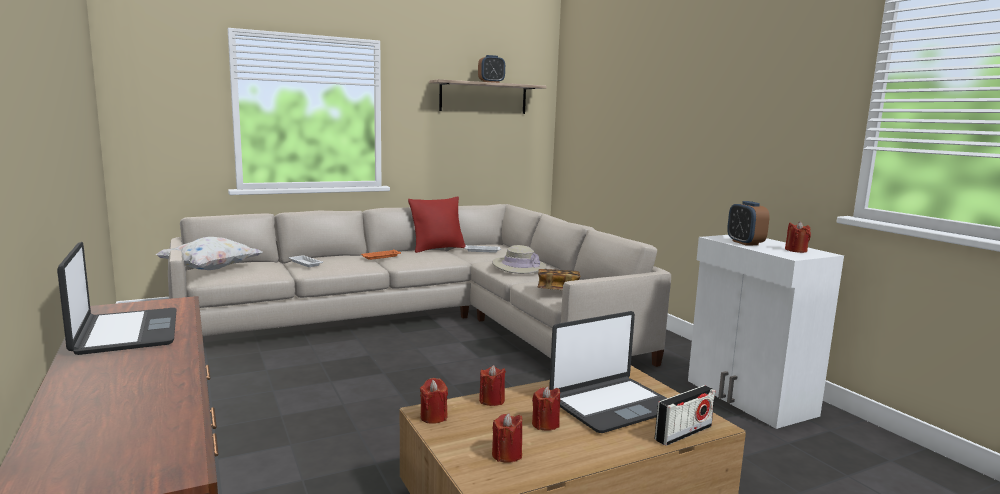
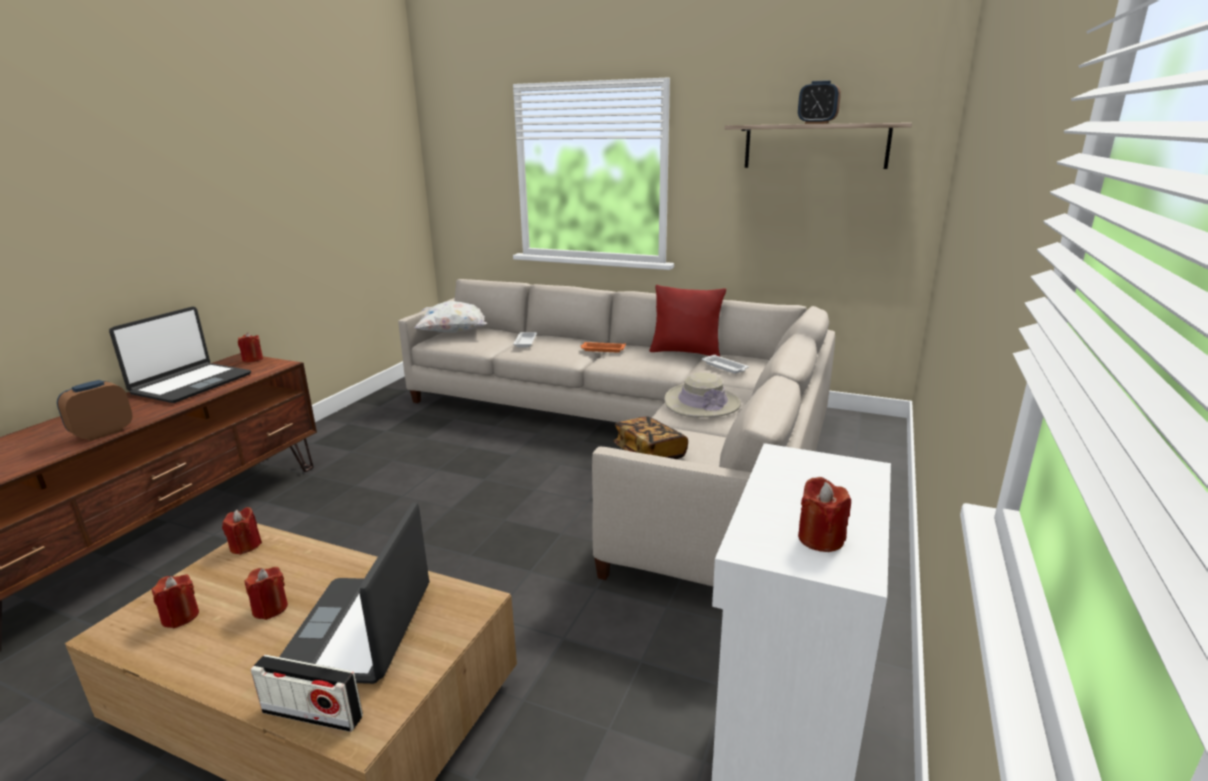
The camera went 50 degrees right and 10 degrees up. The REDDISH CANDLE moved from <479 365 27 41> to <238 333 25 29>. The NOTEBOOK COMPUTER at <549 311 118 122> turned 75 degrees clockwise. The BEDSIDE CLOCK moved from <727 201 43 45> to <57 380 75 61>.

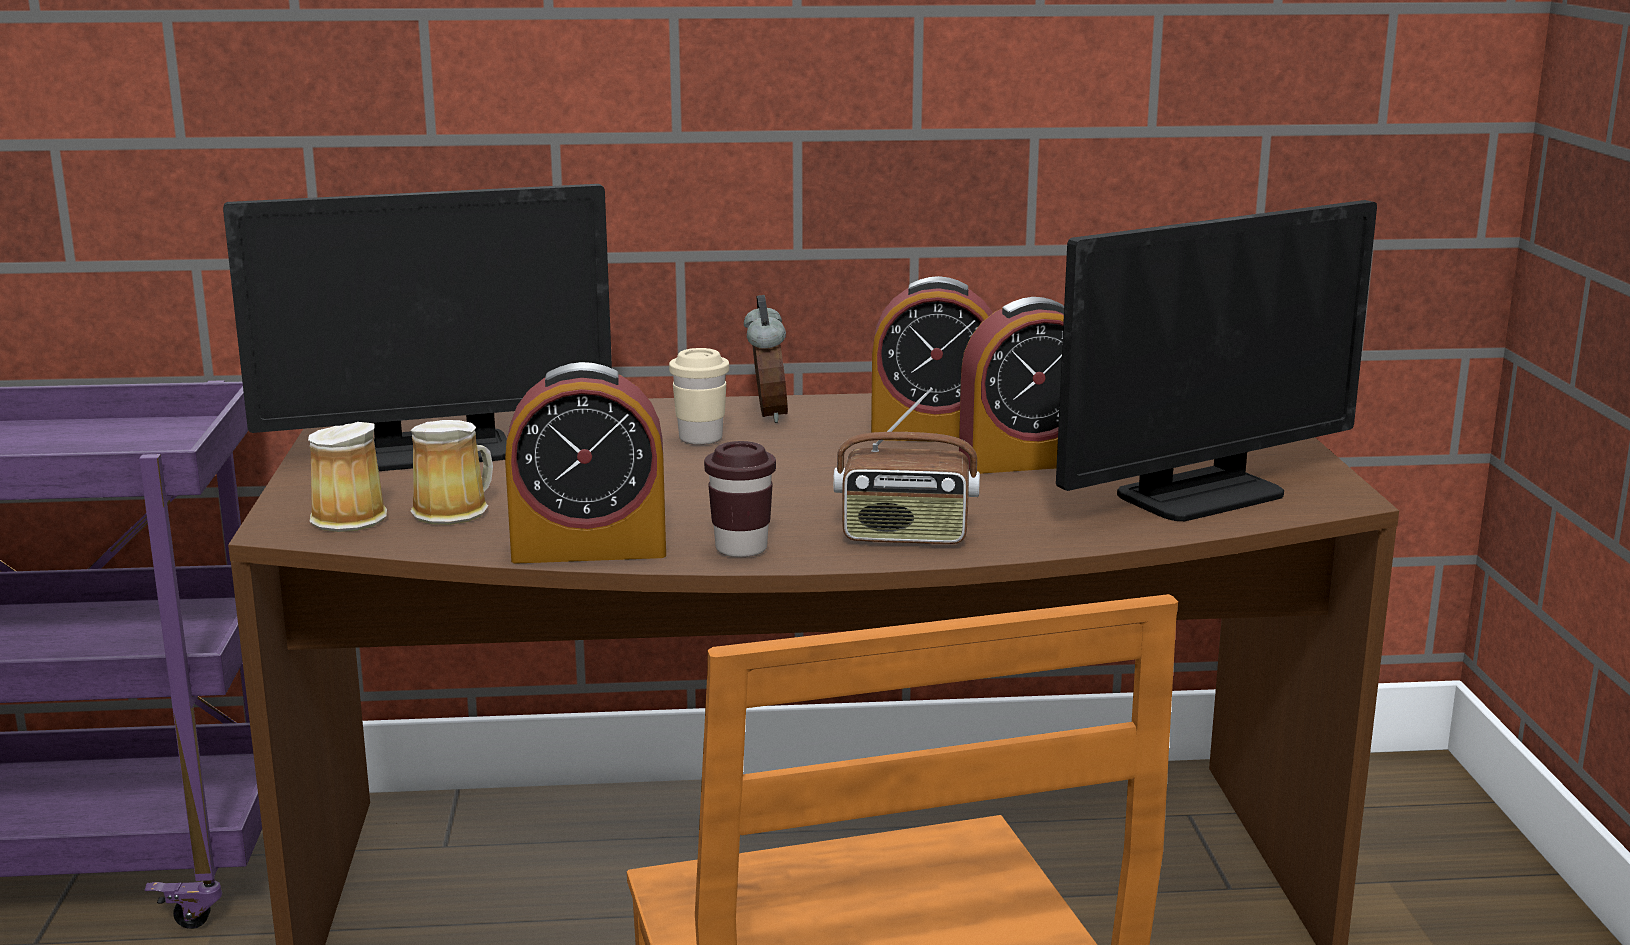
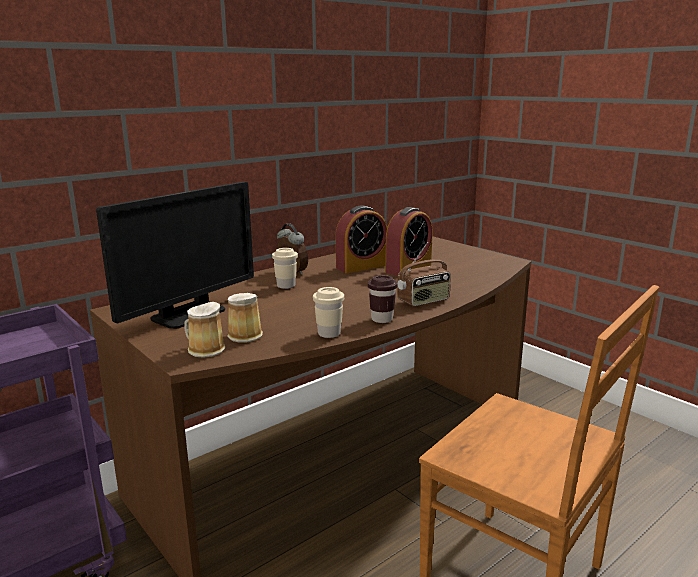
The camera went 35 degrees left and 0 degrees up. The BEDSIDE CLOCK at <505 362 161 202> was replaced by the BEIGE-COLOURED CUP at <313 287 31 51>. The COMPUTER DISPLAY at <1056 200 321 321> disappeared.

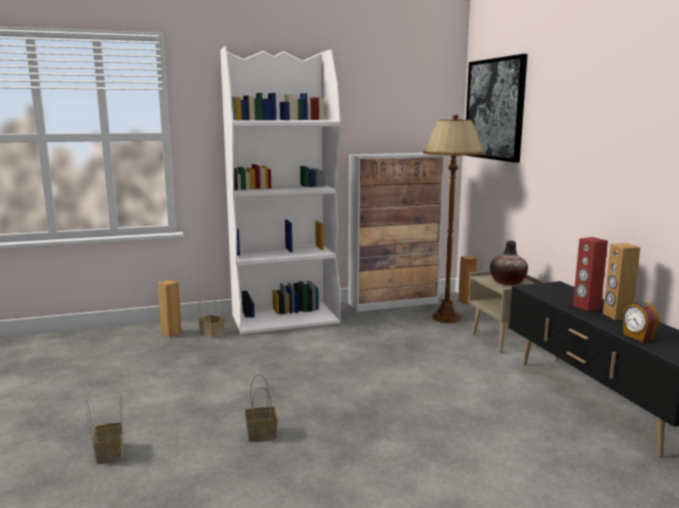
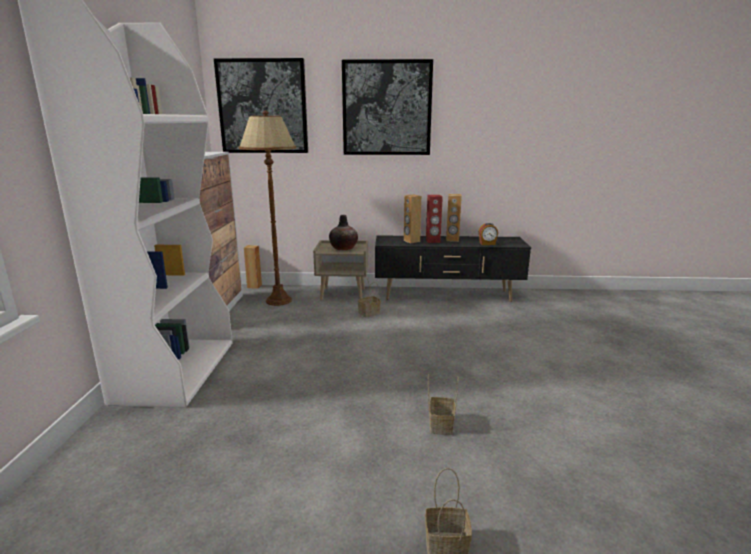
The camera went 70 degrees left and 5 degrees up. The BROWN LOUDSPEAKER moved from <158 280 24 57> to <404 194 17 49>. The STORAGE BASKET moved from <199 293 26 45> to <357 277 24 40>. The WALL ART at <342 59 91 96> appeared.

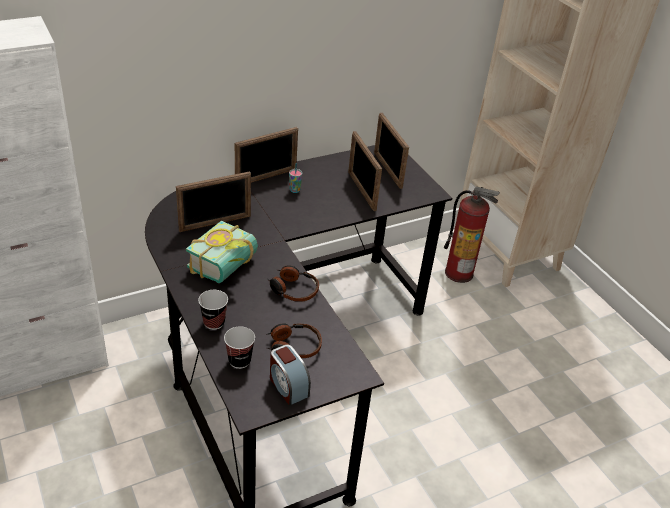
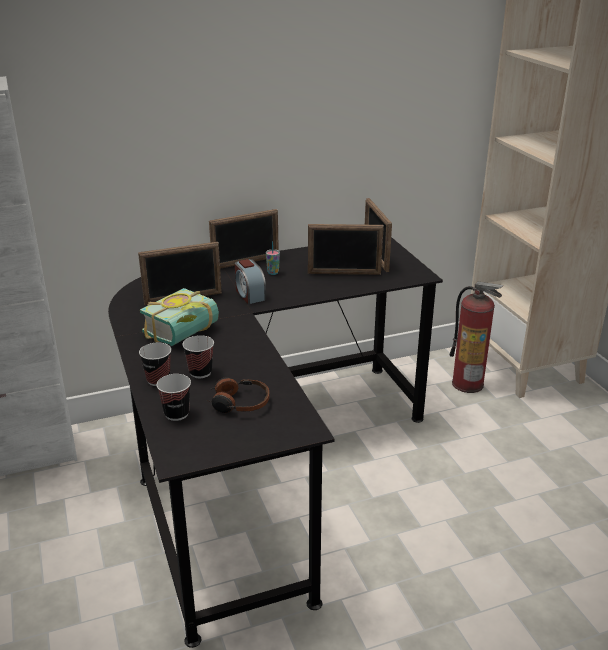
The camera went 10 degrees right and 10 degrees down. The PAIR OF HEADPHONES at <268 265 51 37> disappeared. The BEDSIDE CLOCK moved from <270 345 41 61> to <235 259 31 45>. The STANDING FRAME at <348 131 34 80> turned 75 degrees counterclockwise. The CUP at <183 335 31 43> appeared.

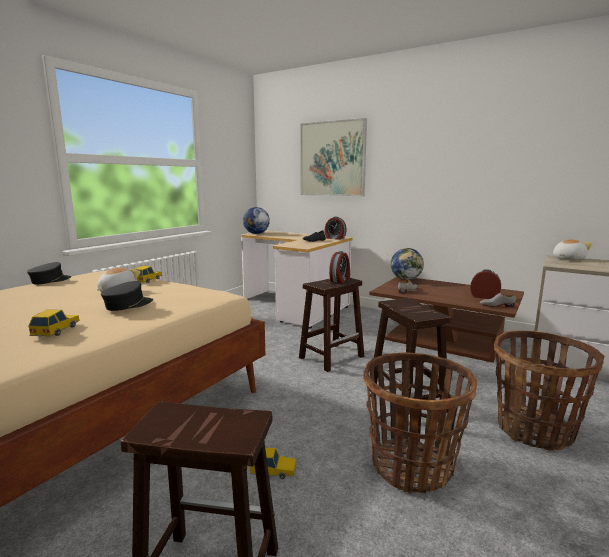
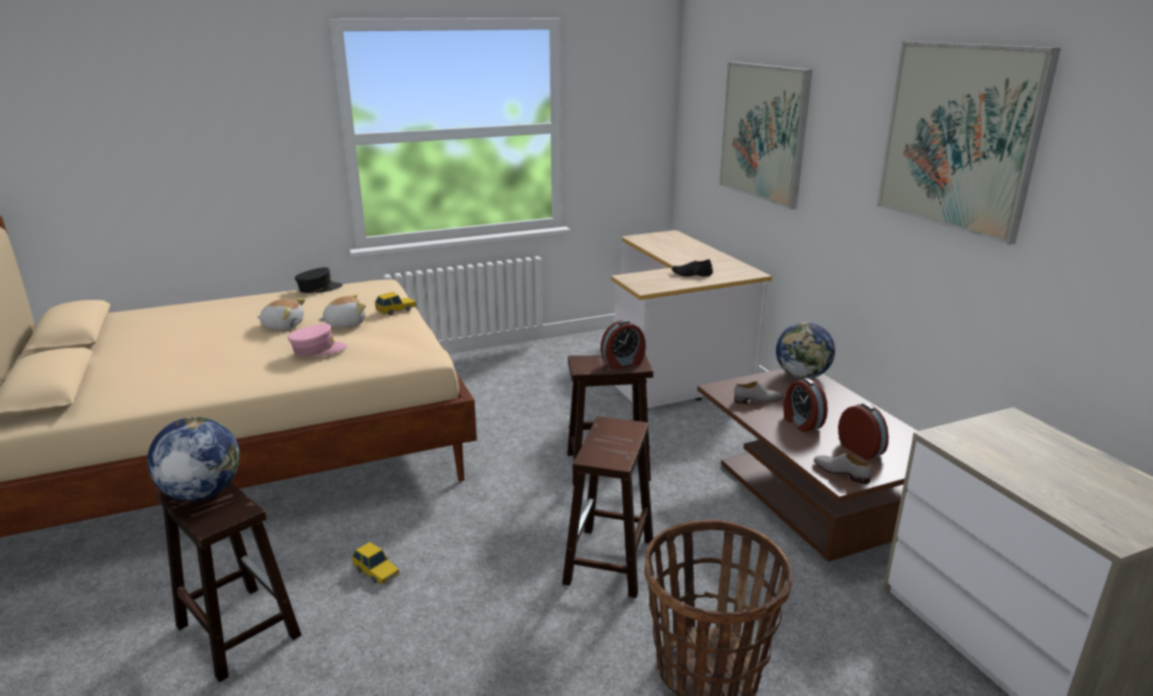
The camera went 35 degrees right and 10 degrees up. The MINIATURE CAR at <28 309 52 28> disappeared. The BLACKISH CAP at <101 281 52 30> became the PINK-COLOURED CAP at <288 324 60 32>. The GLOBE moved from <243 207 27 27> to <147 417 93 84>. The BEDSIDE CLOCK moved from <325 217 21 23> to <783 378 45 54>. The STORAGE BASKET at <363 352 114 142> disappeared. The CUDDLY TOY moved from <553 240 39 20> to <257 298 49 32>. The WALL ART at <877 41 184 204> appeared.

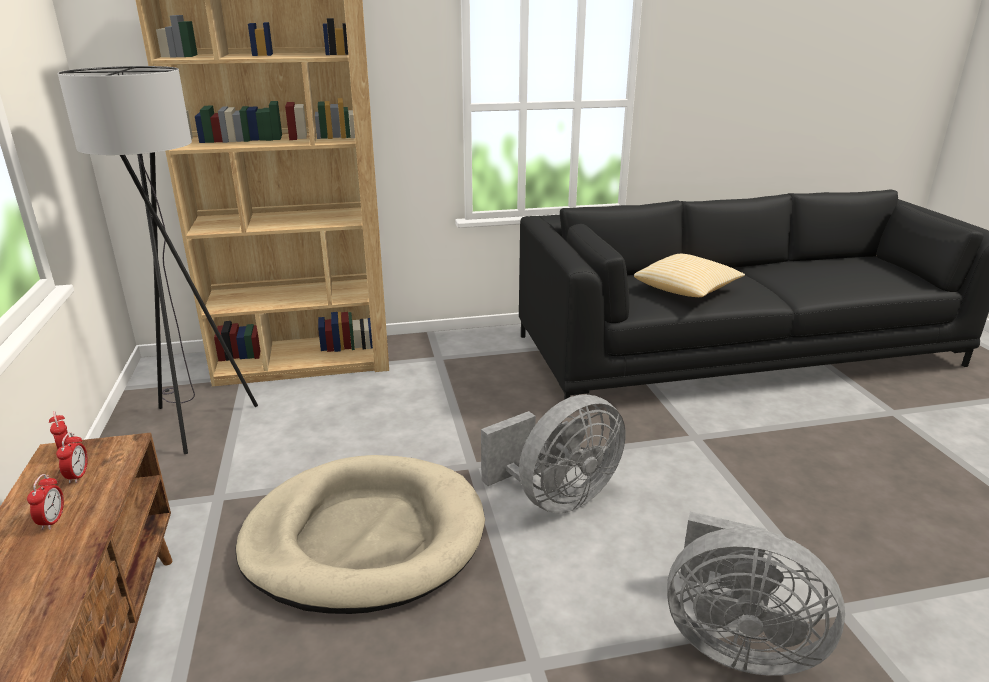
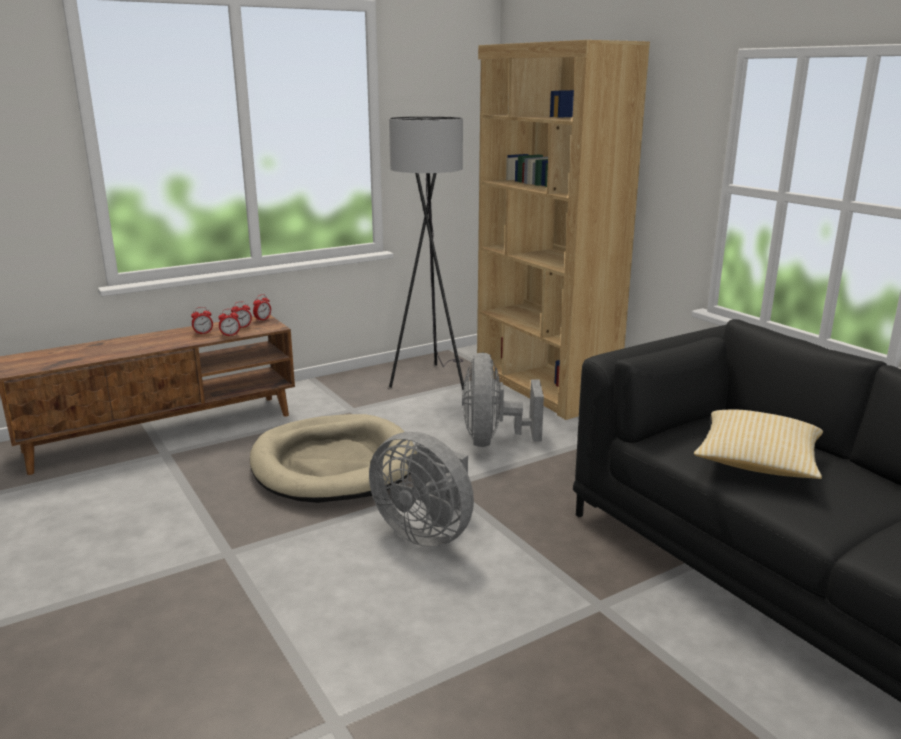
The camera went 70 degrees right and 5 degrees down. The GREY FAN moved from <667 512 178 164> to <462 353 82 94>. The BEDSIDE CLOCK at <218 309 22 28> appeared.

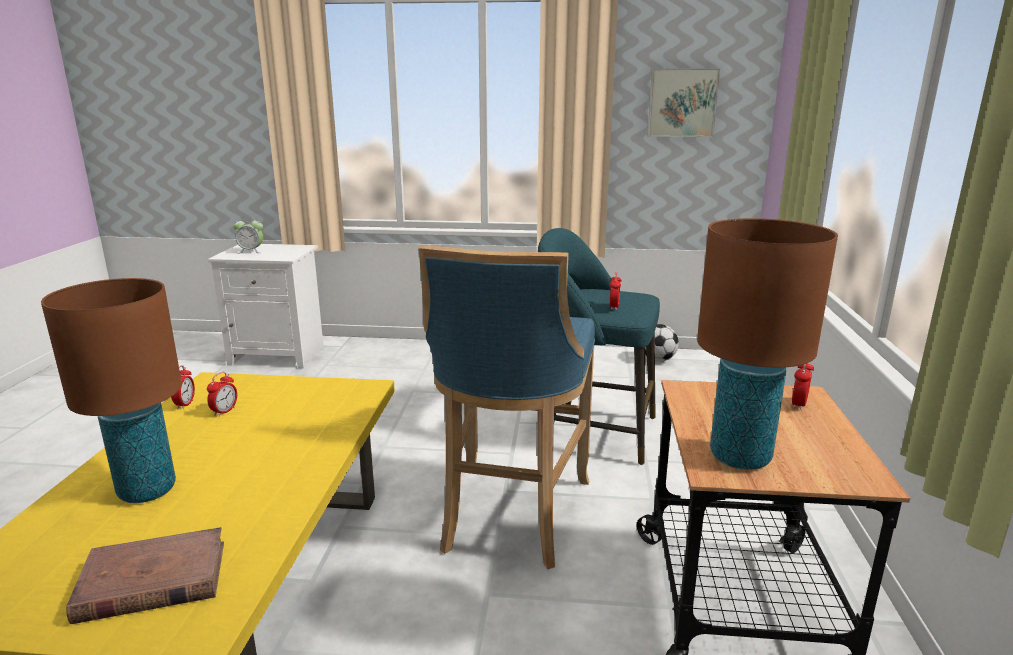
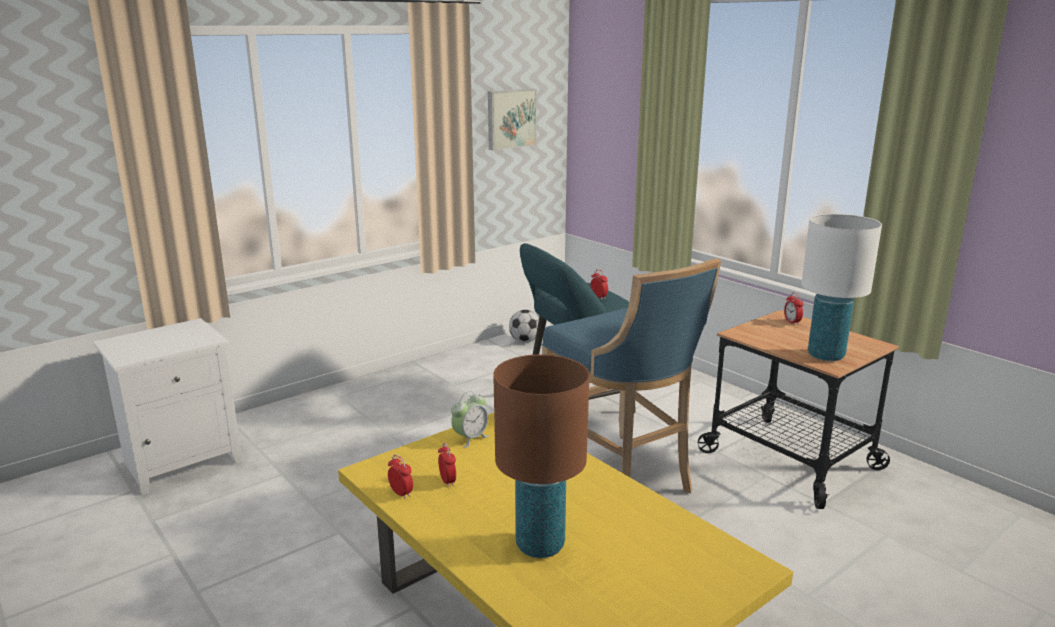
The camera went 45 degrees left and 0 degrees up. The BROWN BOOK at <66 527 158 97> disappeared. The BEDSIDE CLOCK moved from <233 216 30 37> to <451 391 38 57>. The BROWN TABLE LAMP at <697 218 141 252> became the WHITISH TABLE LAMP at <802 214 80 147>.

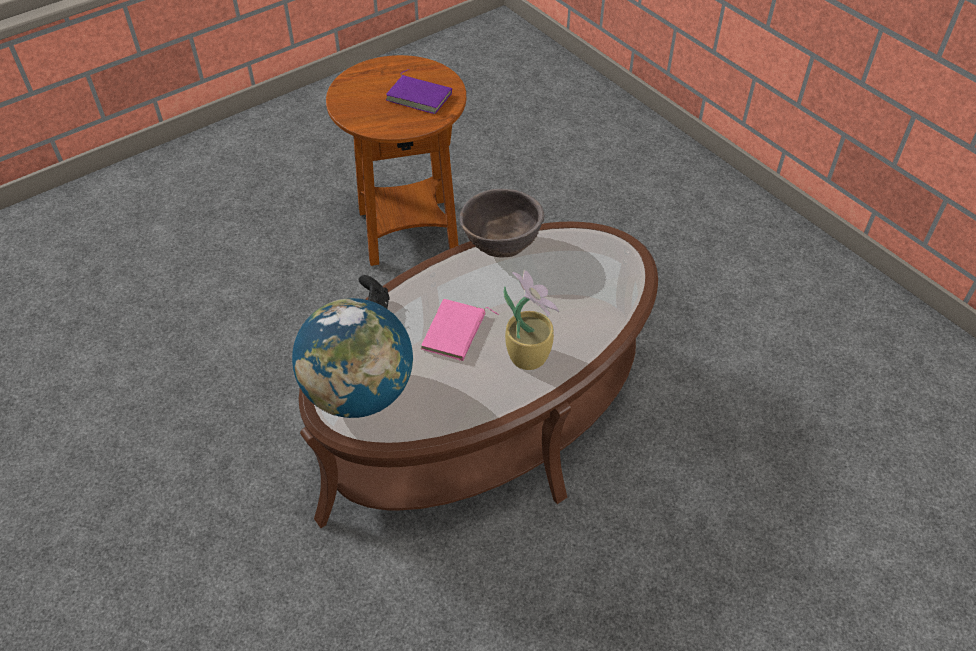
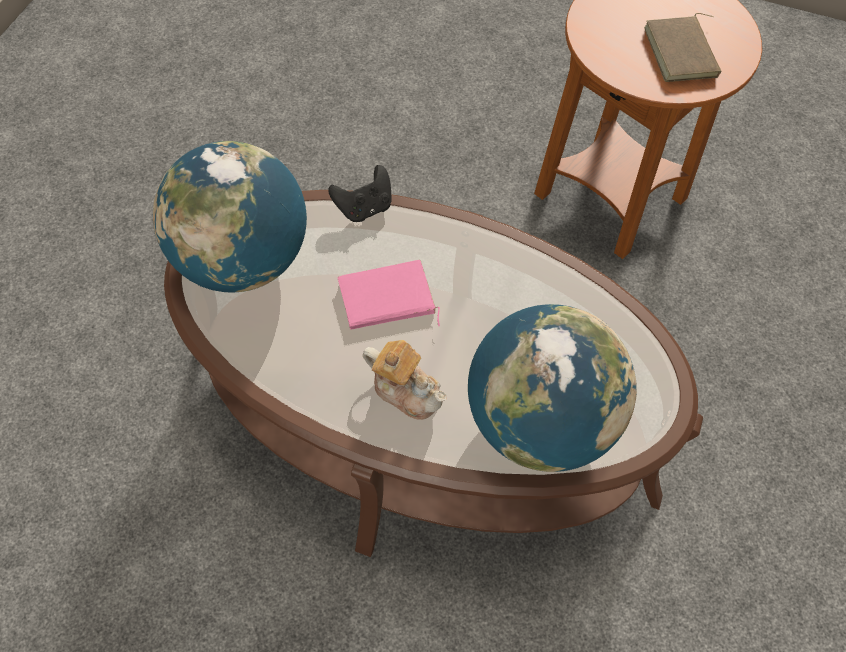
The camera went 55 degrees right and 10 degrees up. The PURPLE BOOK at <385 69 67 45> became the BROWN BOOK at <644 13 78 69>. The BROWN SERVING BOWL at <460 189 84 69> disappeared. The PLANT IN A POT at <503 269 56 101> was replaced by the TEA POT at <363 340 84 80>. The GLOBE at <468 304 169 168> appeared.

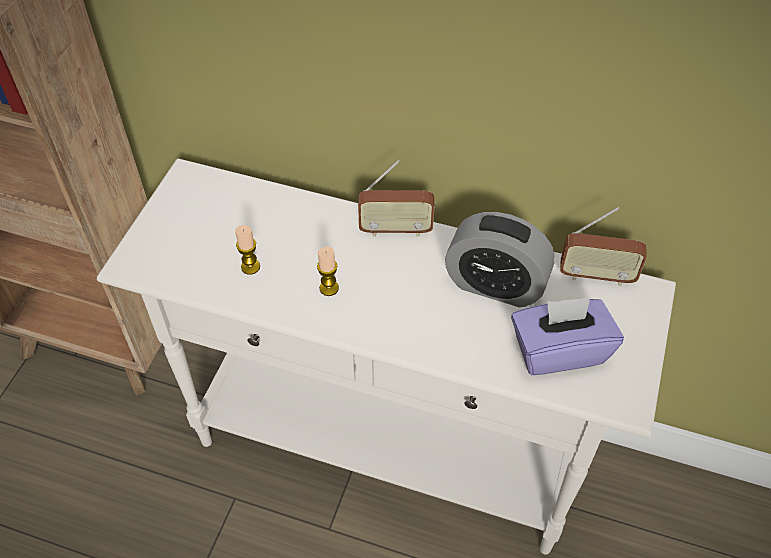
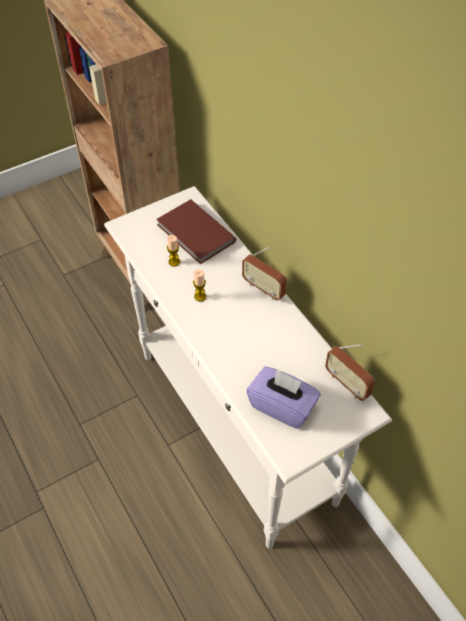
The camera went 40 degrees right and 0 degrees up. The BEDSIDE CLOCK at <445 212 110 95> disappeared. The BROWN BOOK at <156 199 80 65> appeared.

